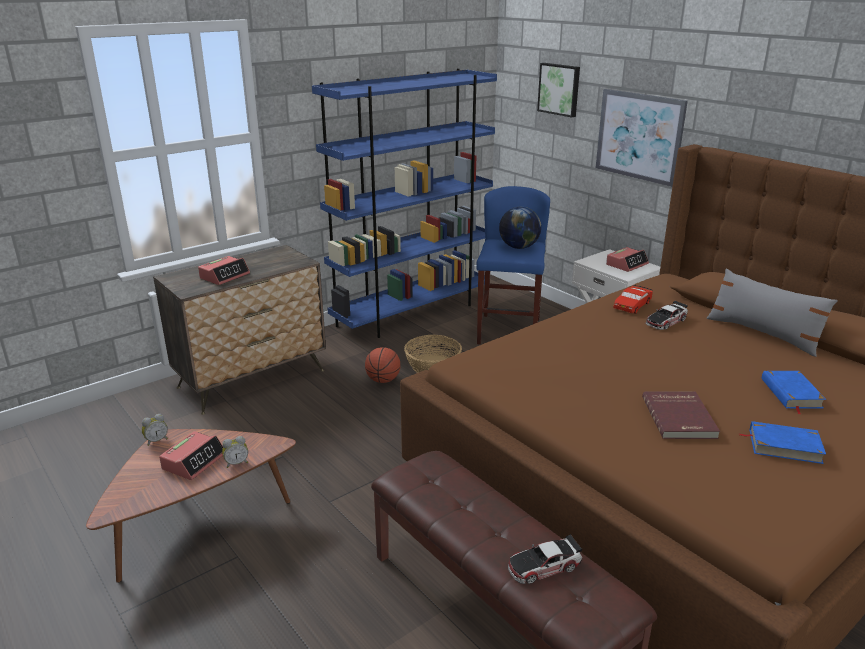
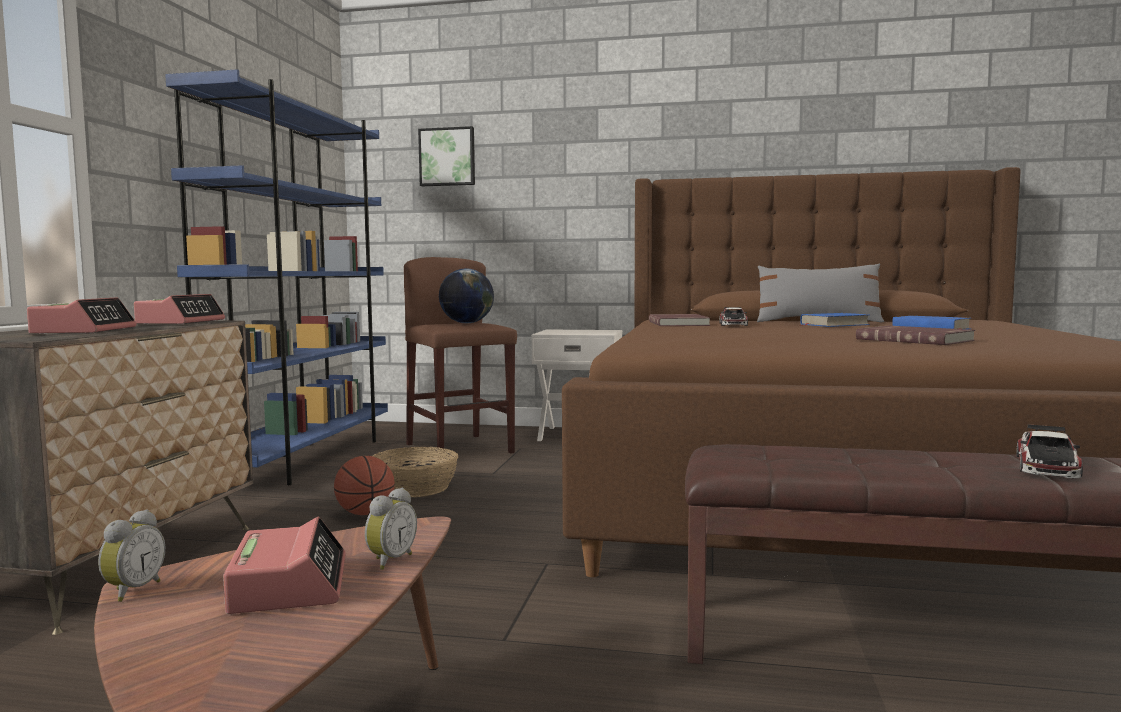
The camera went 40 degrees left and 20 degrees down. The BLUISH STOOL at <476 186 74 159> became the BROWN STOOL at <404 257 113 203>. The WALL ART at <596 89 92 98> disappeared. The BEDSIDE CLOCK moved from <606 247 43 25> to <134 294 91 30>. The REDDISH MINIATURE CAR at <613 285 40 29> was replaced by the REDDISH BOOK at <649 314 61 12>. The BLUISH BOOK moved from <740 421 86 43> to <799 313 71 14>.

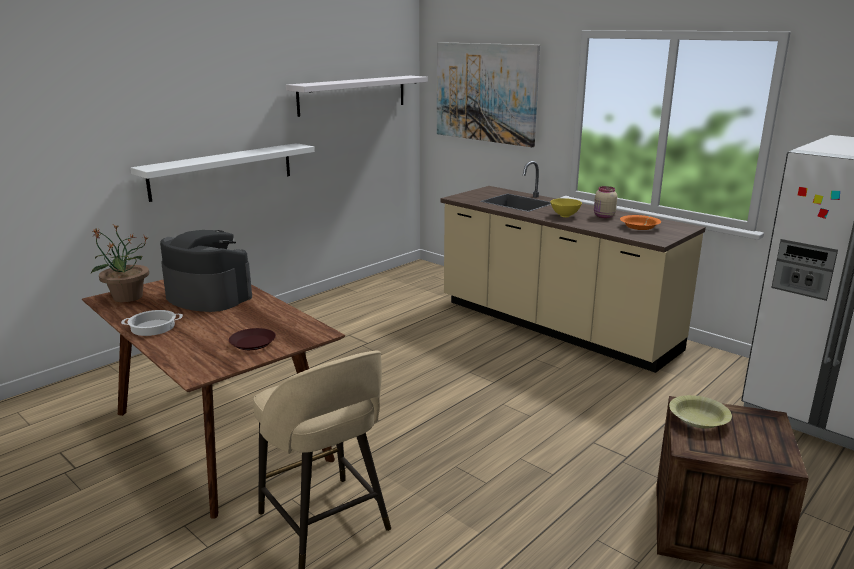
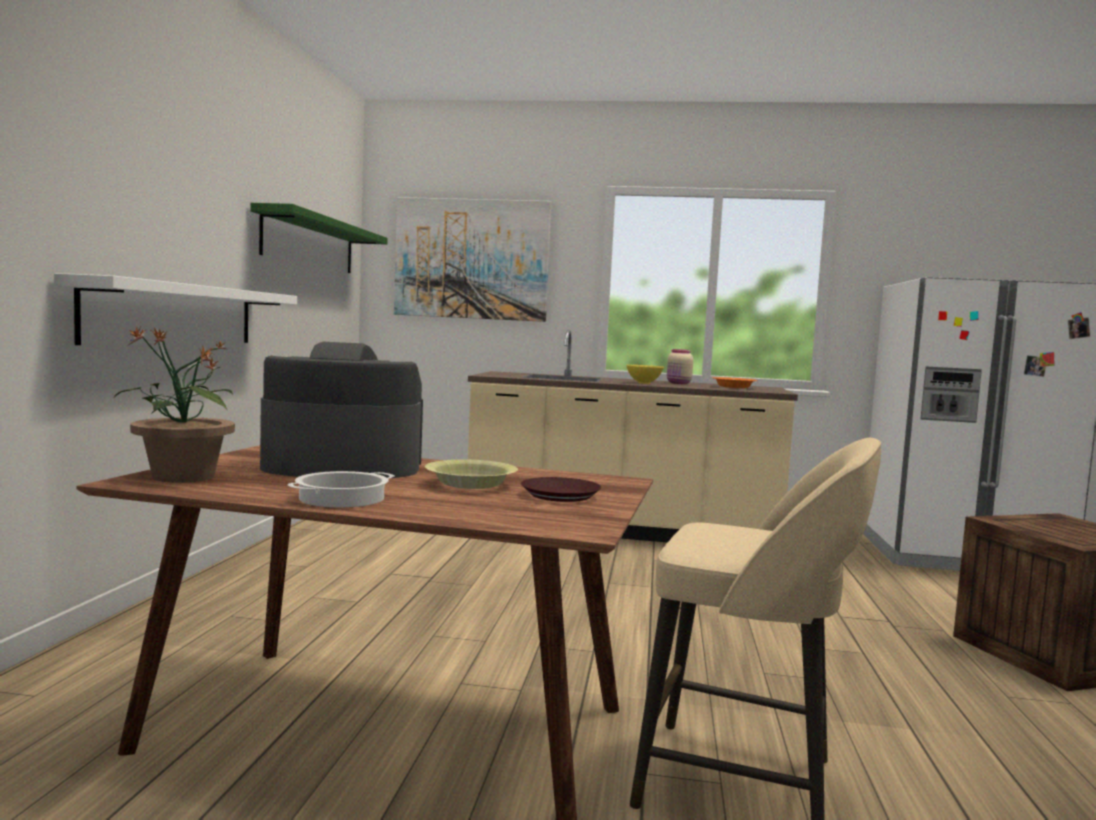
The camera went 35 degrees left and 15 degrees down. The WHITISH SHELF at <286 76 142 41> became the GREEN SHELF at <250 203 138 70>. The YELLOW SERVING BOWL moved from <669 395 63 34> to <425 460 93 29>.

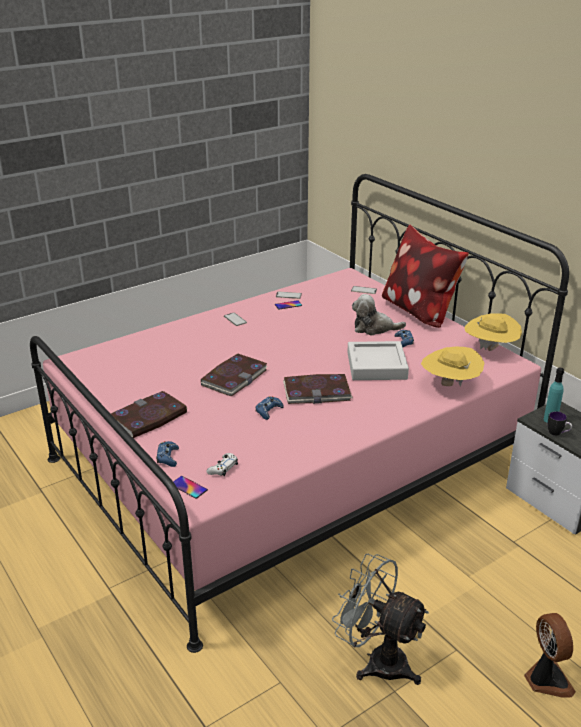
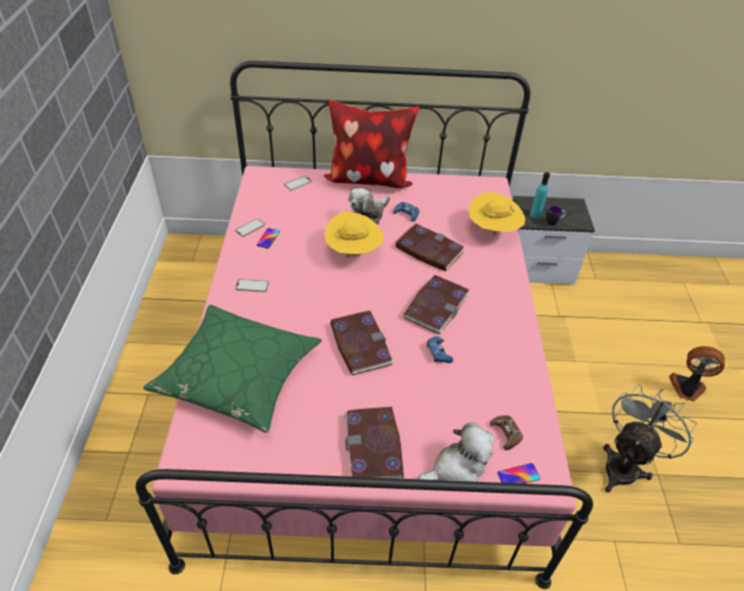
The camera went 55 degrees left and 15 degrees up. The BLUISH GAME CONTROLLER at <156 441 23 26> was replaced by the CUDDLY TOY at <418 422 77 60>. The WHITISH GAME CONTROLLER at <207 453 31 23> became the BROWN GAME CONTROLLER at <490 415 33 35>. The GREY FAN at <332 554 97 131> turned 150 degrees clockwise. The GREY SERVING TRAY at <347 341 62 39> was replaced by the BOOK at <395 224 70 47>. The YELLOW WEARABLE HAT moved from <465 313 57 38> to <325 211 59 47>. The GREEN THROW PILLOW at <143 305 179 128> appeared.

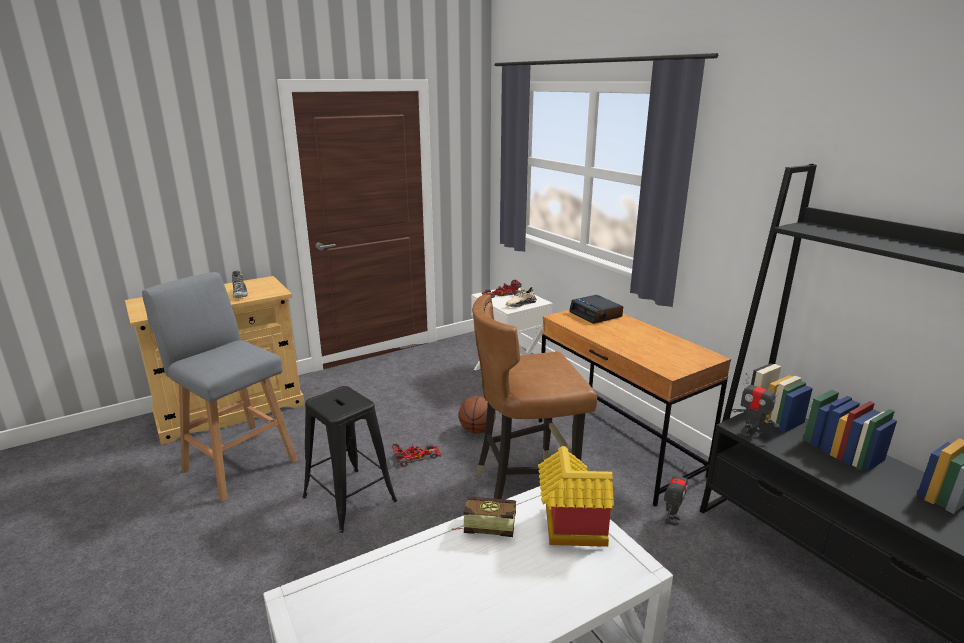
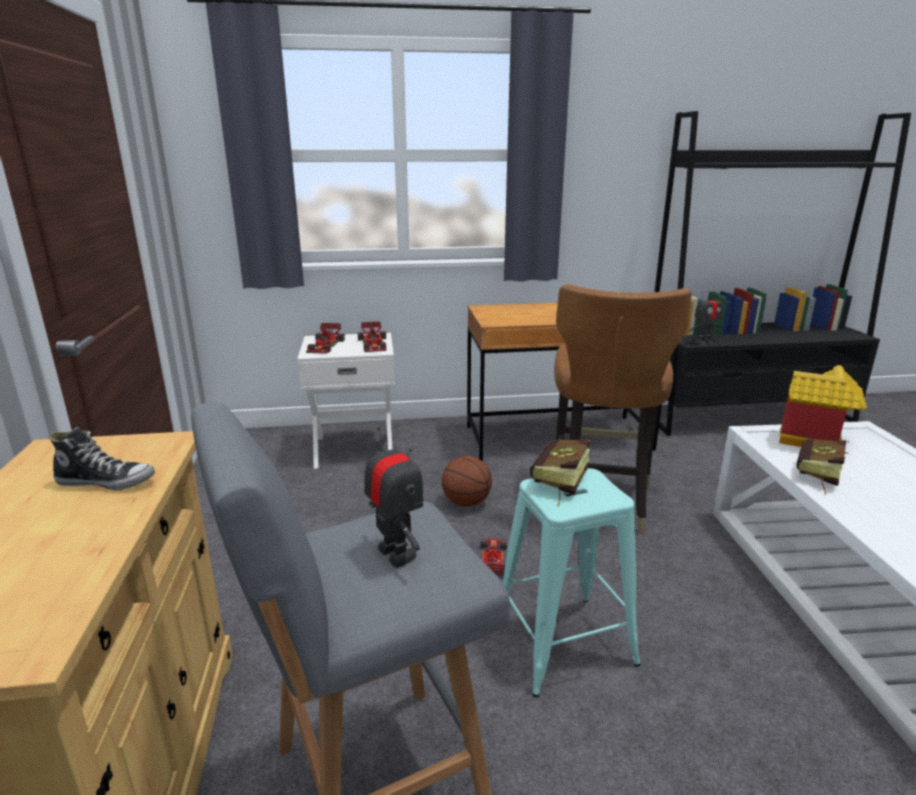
The camera went 65 degrees left and 0 degrees up. The BLACKISH STOOL at <303 386 94 147> became the TURQUOISE STOOL at <503 468 138 229>. The BEIGE-COLOURED ITEM OF FOOTWEAR at <506 286 31 22> was replaced by the MINIATURE CAR at <358 321 29 31>. The BEDSIDE CLOCK at <569 295 54 29> disappeared. The MODEL ROBOT moved from <664 466 24 60> to <364 427 59 141>. The BOOK at <530 439 61 68> appeared.

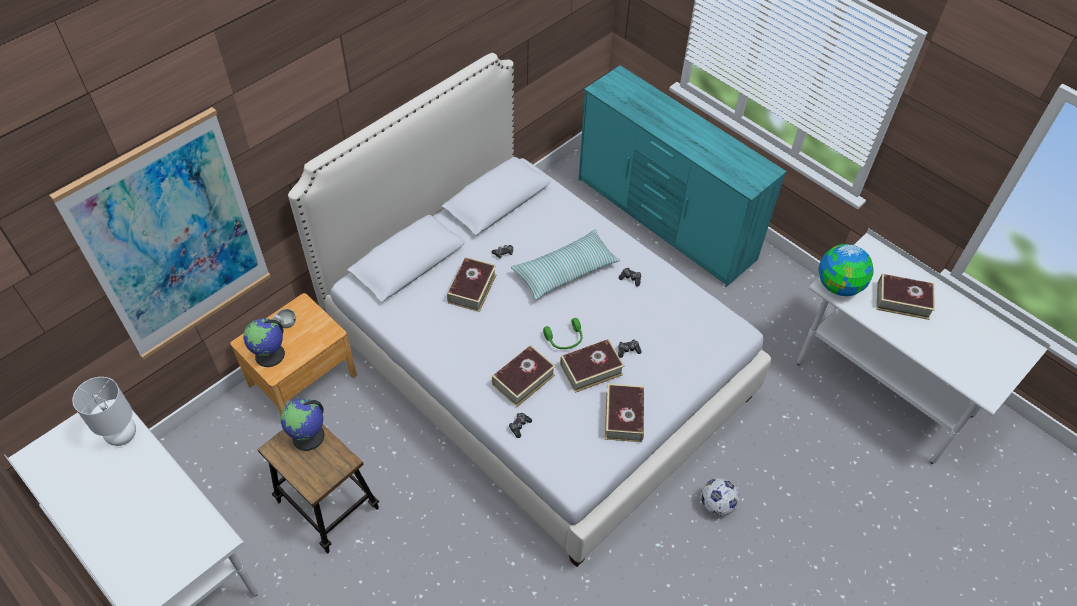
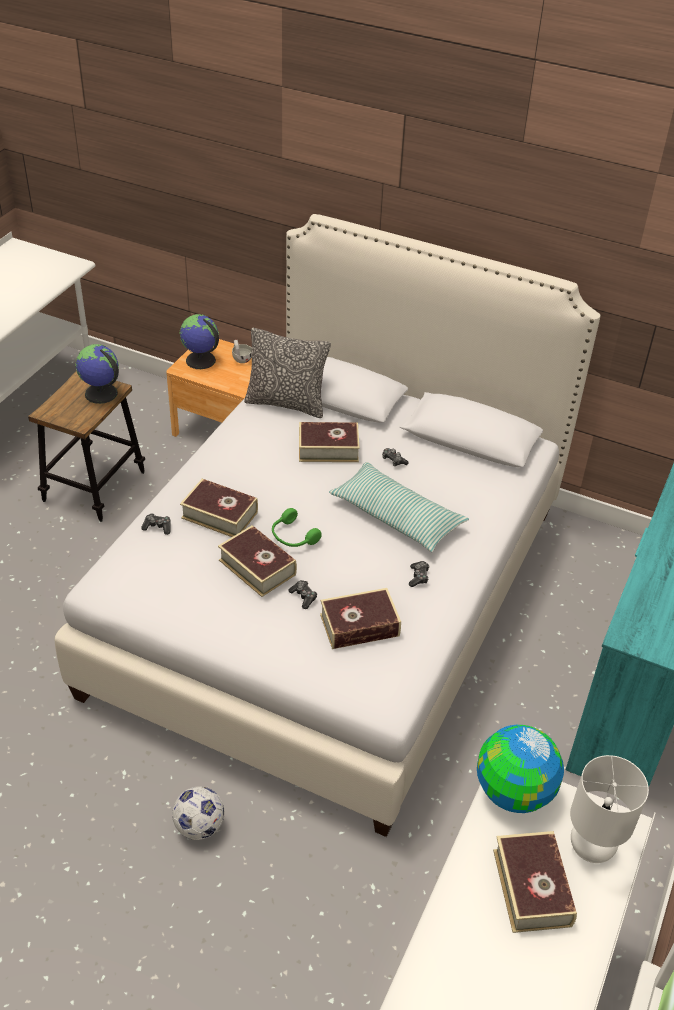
The camera went 70 degrees right and 10 degrees down. The WALL ART at <49 107 222 253> disappeared. The WHITISH TABLE LAMP moved from <72 377 64 69> to <570 755 79 108>. The BOOK moved from <605 383 39 59> to <320 588 81 61>. The THROW PILLOW at <244 328 87 90> appeared.

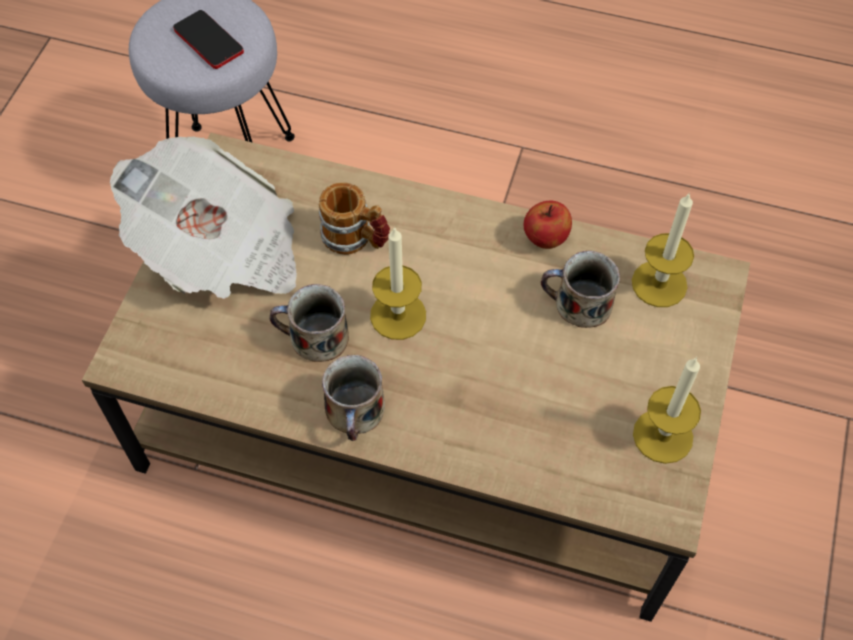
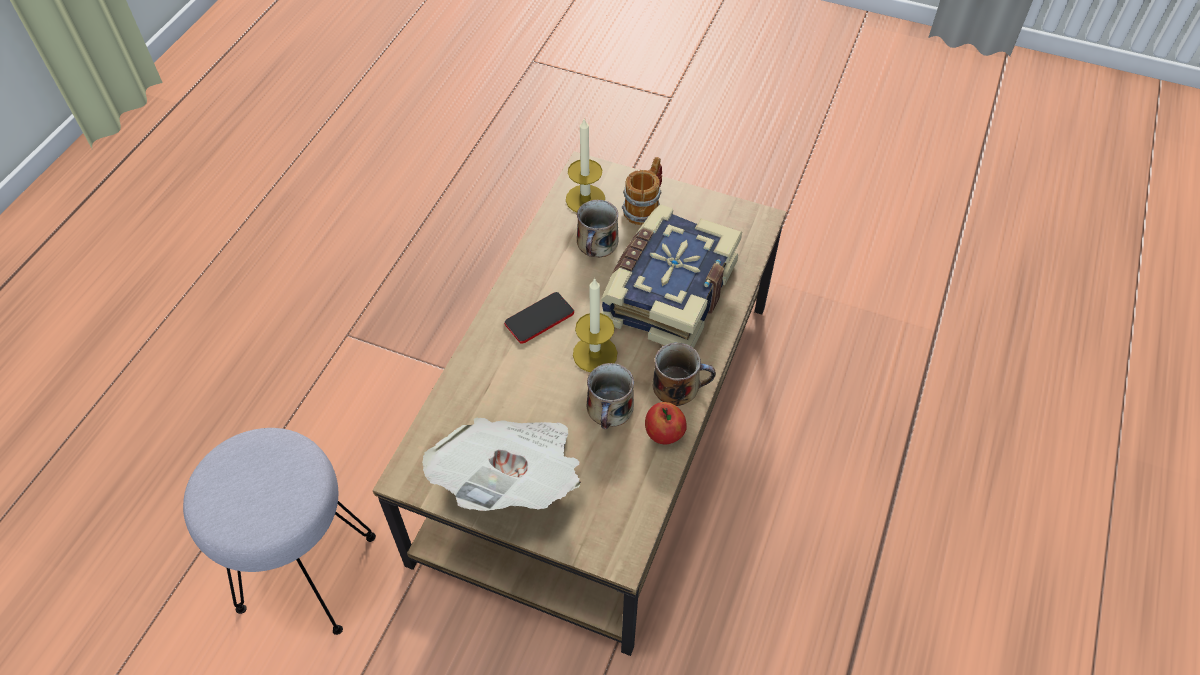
The camera went 85 degrees left and 5 degrees down. The HANDSET moved from <173 10 71 59> to <504 292 70 52>. The MUG moved from <319 182 71 73> to <622 157 40 68>. The APPLE moved from <524 201 48 48> to <645 402 41 42>. The CANDLE at <633 357 68 107> disappeared. The BOOK at <601 204 141 144> appeared.

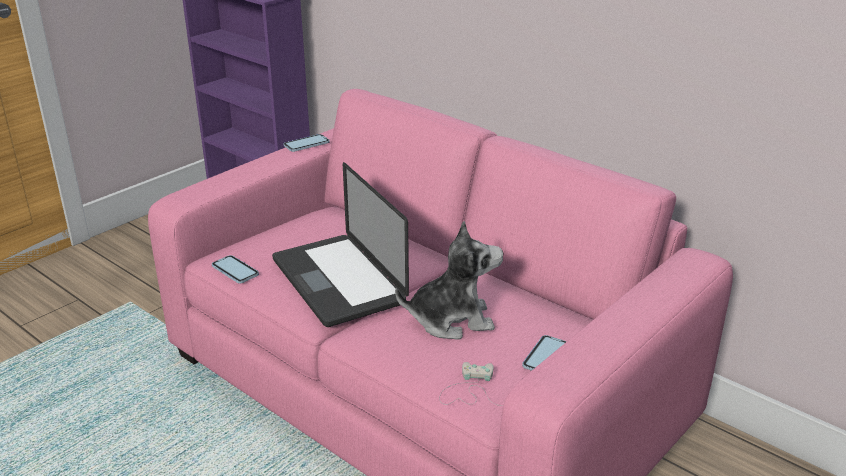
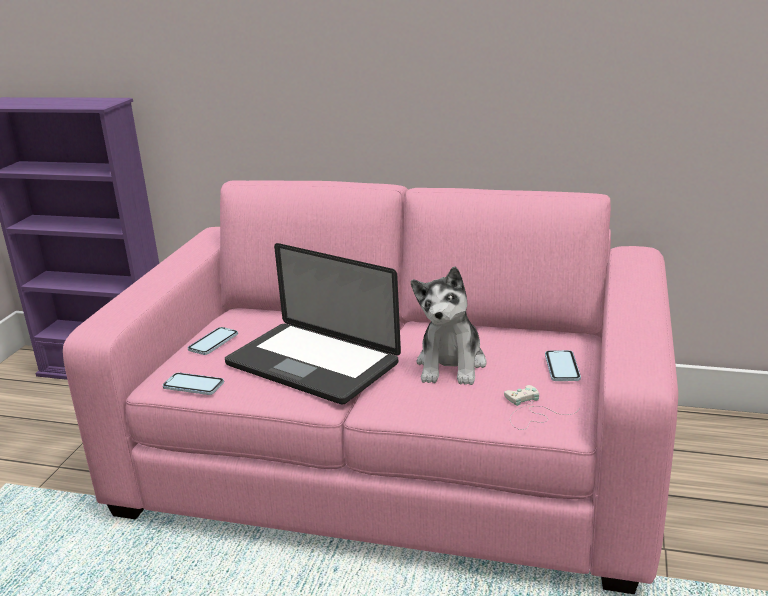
The camera went 25 degrees left and 5 degrees down. The HANDSET moved from <283 134 47 18> to <187 327 51 28>. The CUDDLY TOY at <395 221 109 119> turned 135 degrees clockwise.

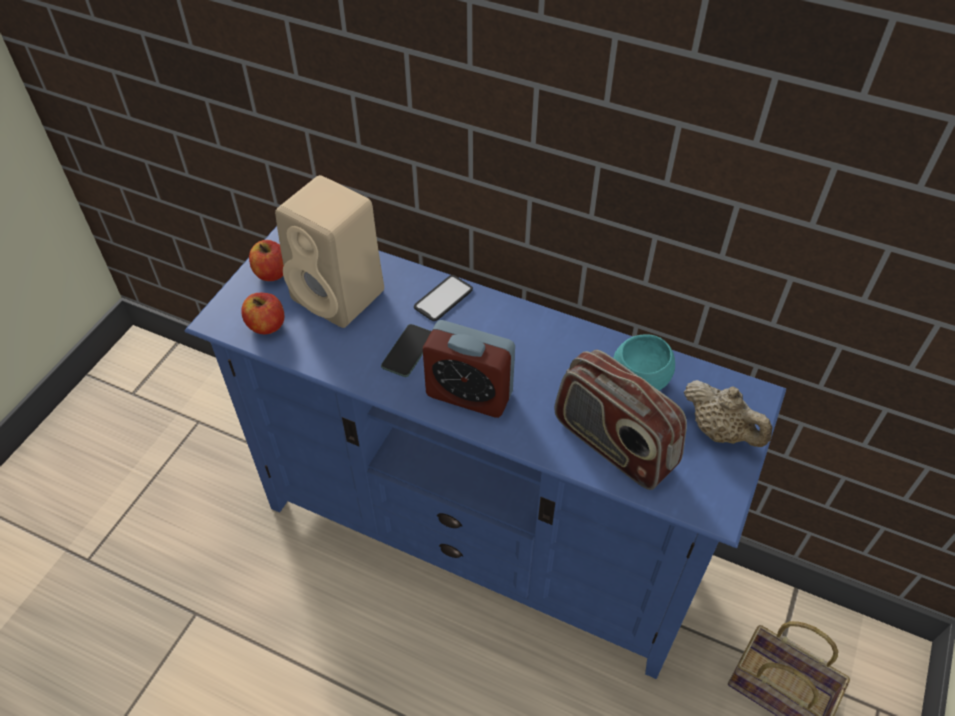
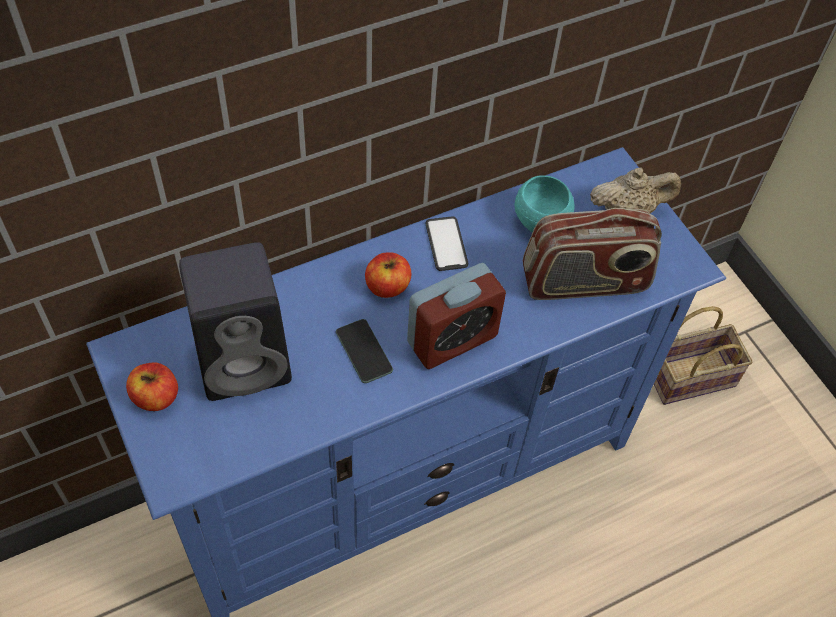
The camera went 55 degrees left and 5 degrees up. The APPLE moved from <241 293 43 41> to <365 252 46 46>. The BEIGE-COLOURED LOUDSPEAKER at <275 175 109 153> became the BLACKISH LOUDSPEAKER at <179 242 113 159>. The HANDSET moved from <414 275 59 46> to <426 216 42 55>.

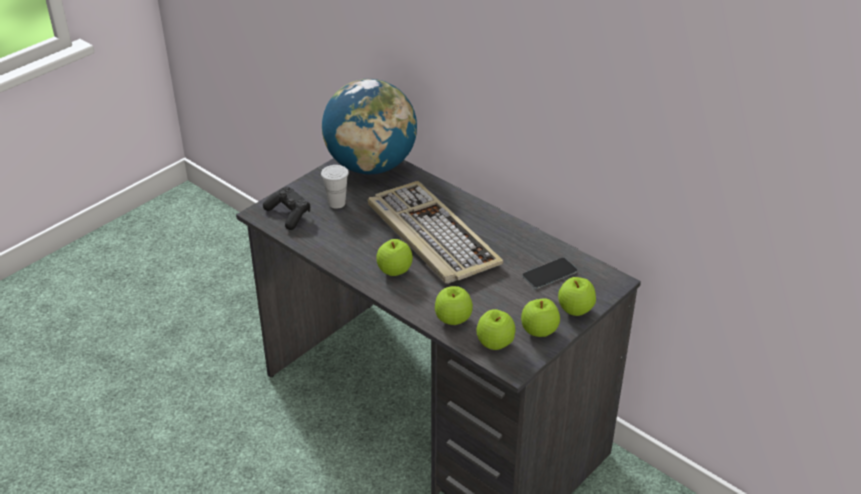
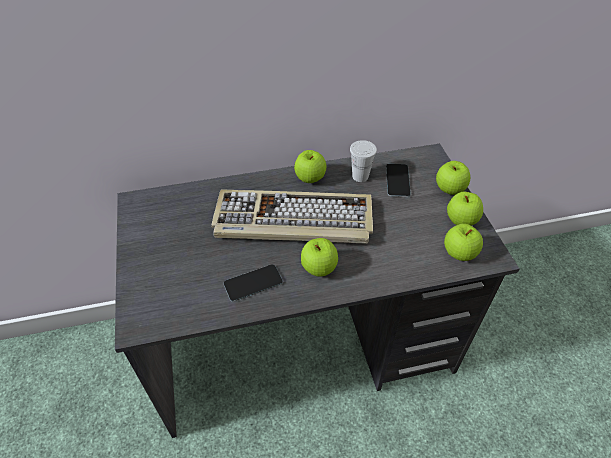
The camera went 55 degrees left and 10 degrees up. The BLACKISH GAME CONTROLLER at <263 187 47 43> disappeared. The WHITISH CUP moved from <321 165 28 44> to <350 140 27 42>. The GLOBE at <322 79 95 96> disappeared. The APPLE moved from <435 286 38 39> to <294 150 32 33>. The HANDSET at <224 264 59 38> appeared.

